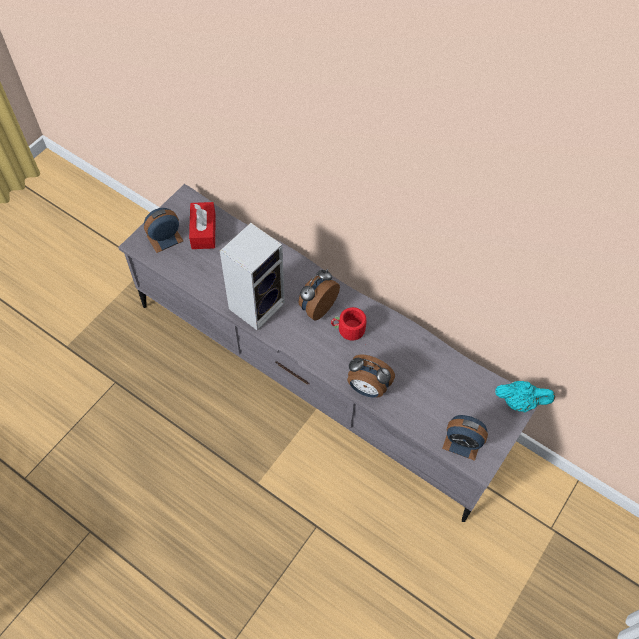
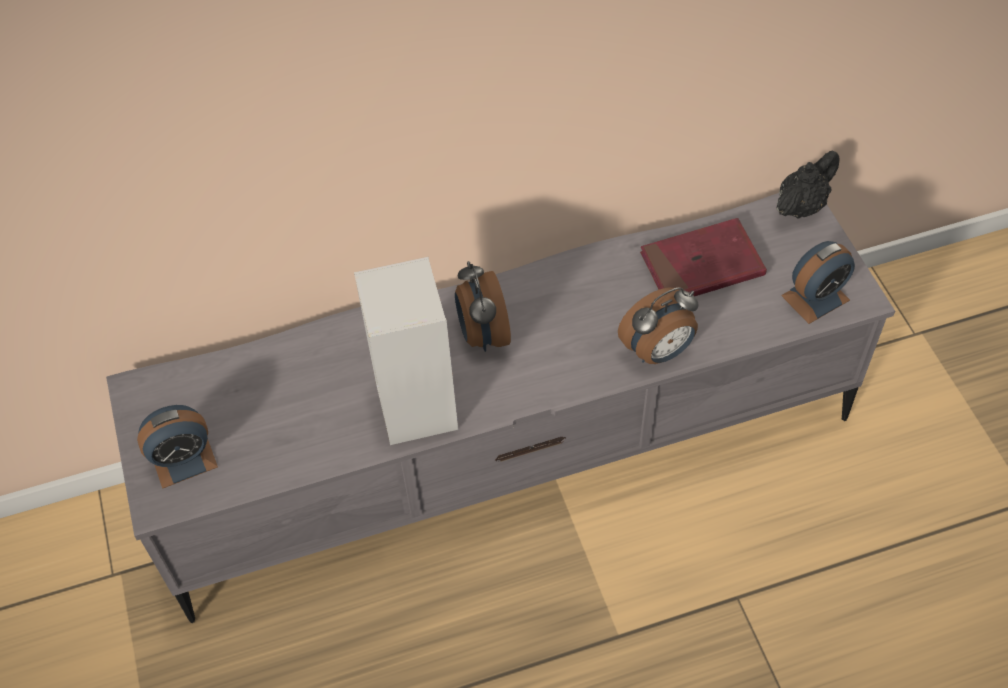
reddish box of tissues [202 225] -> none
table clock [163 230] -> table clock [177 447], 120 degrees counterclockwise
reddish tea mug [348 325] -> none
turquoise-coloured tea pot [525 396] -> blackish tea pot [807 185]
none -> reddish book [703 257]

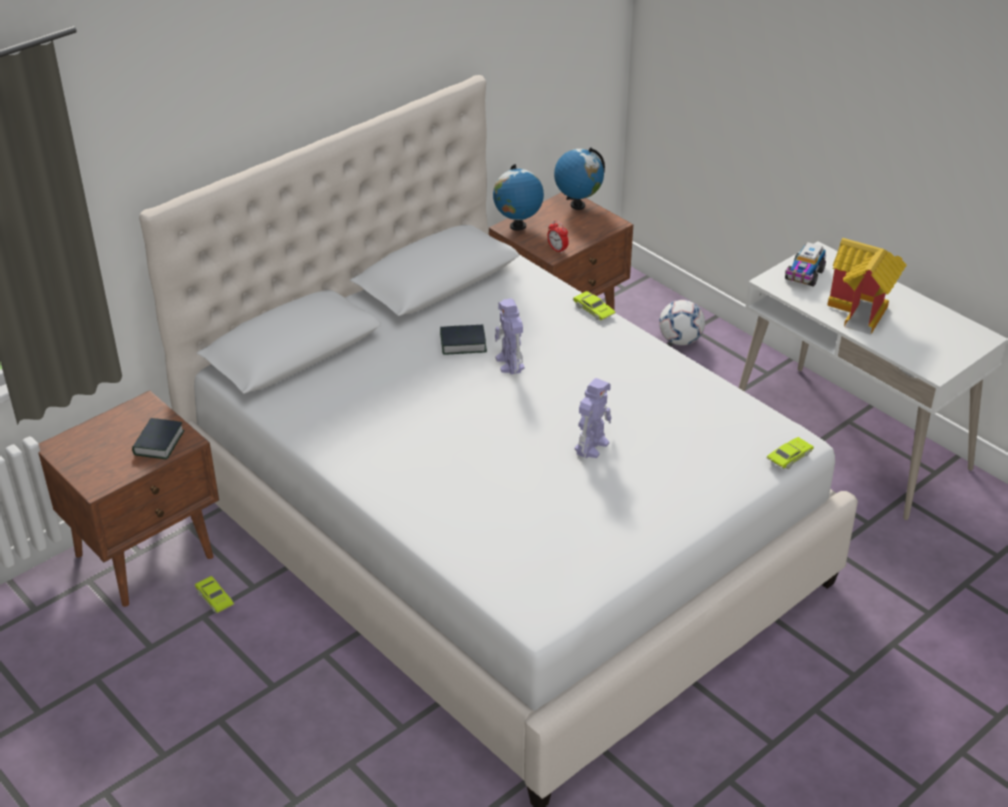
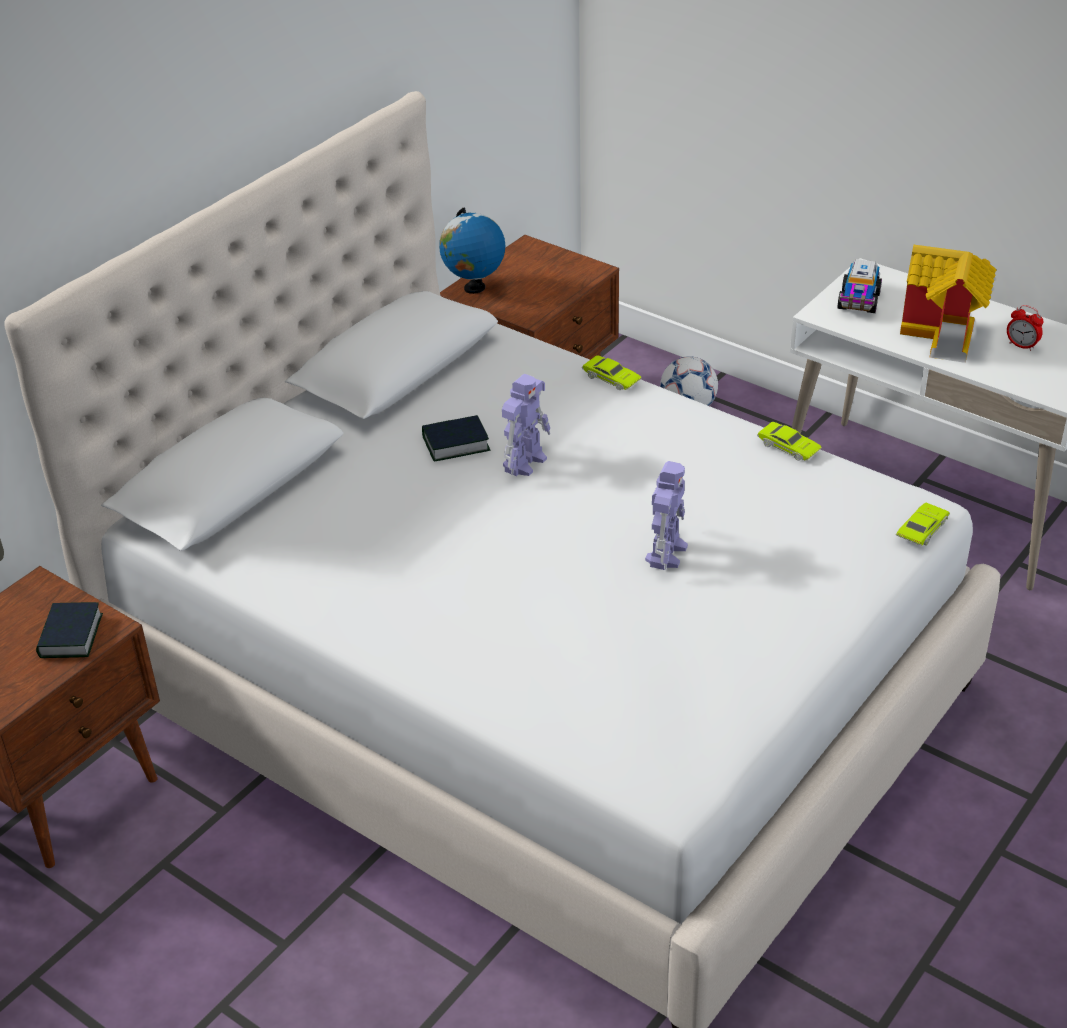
desk globe [579 178] -> none
table clock [558 237] -> table clock [1025 328], moved
toy robot [510 336] -> toy robot [526 425], 120 degrees counterclockwise
greenish model car [214 594] -> greenish model car [789 441], moved

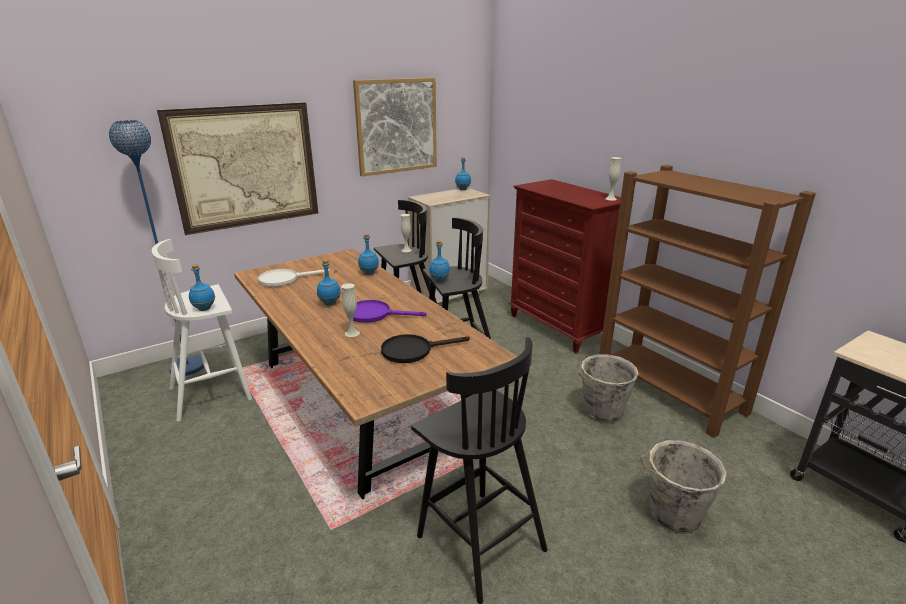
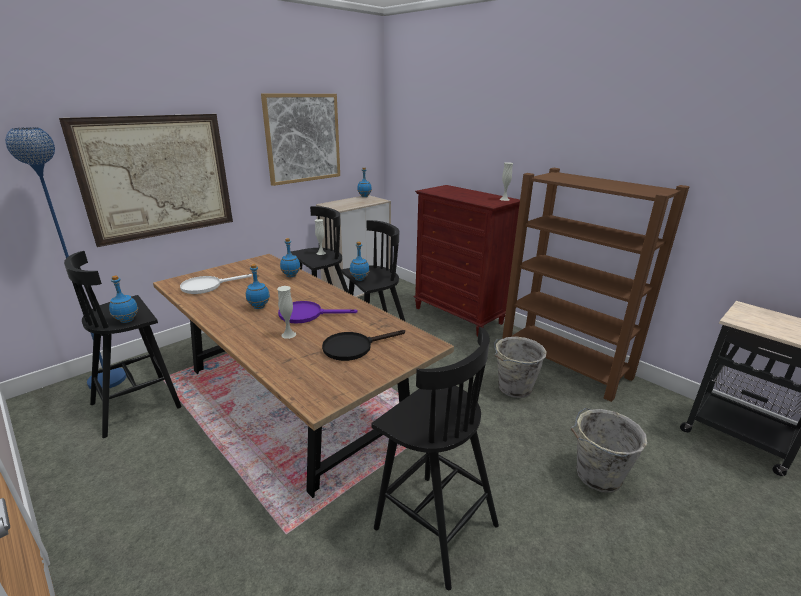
whitish sitting stool [202 330] -> blackish sitting stool [123 344]

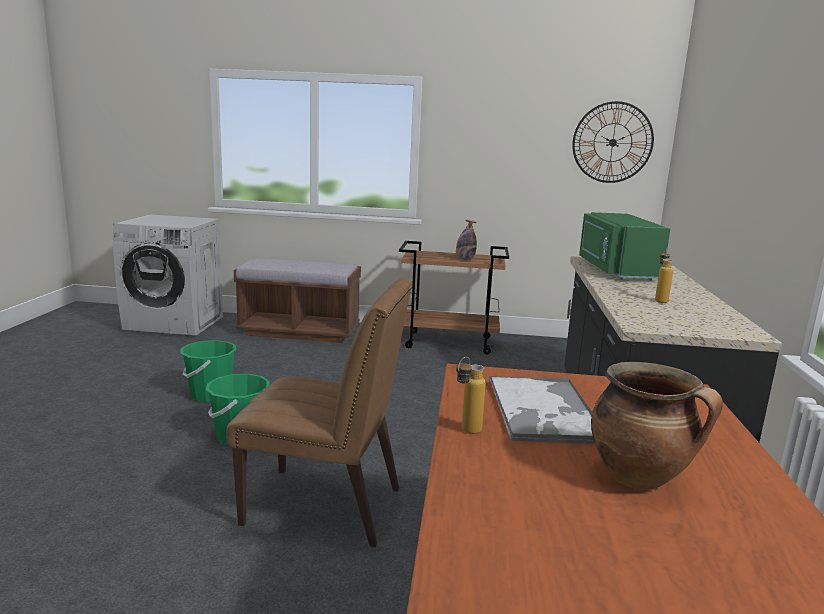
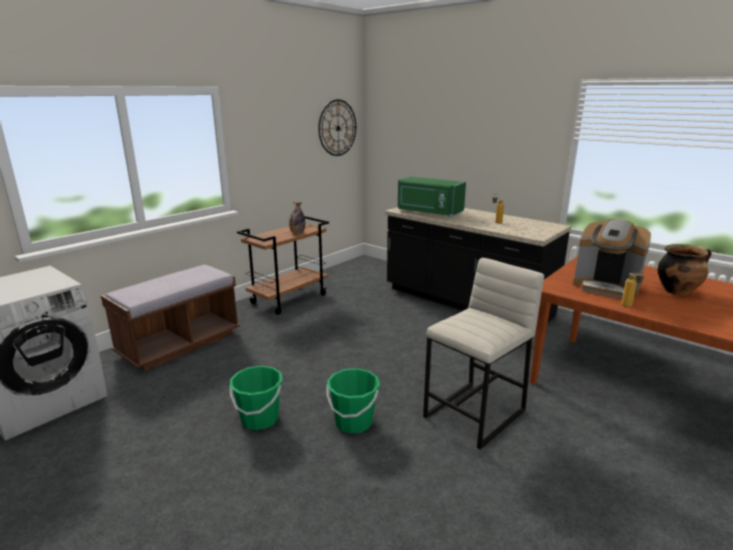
brown-coloured plain chair [319 412] -> beige sitting stool [483 353]
tray [542 410] -> coffee brewer [612 258]

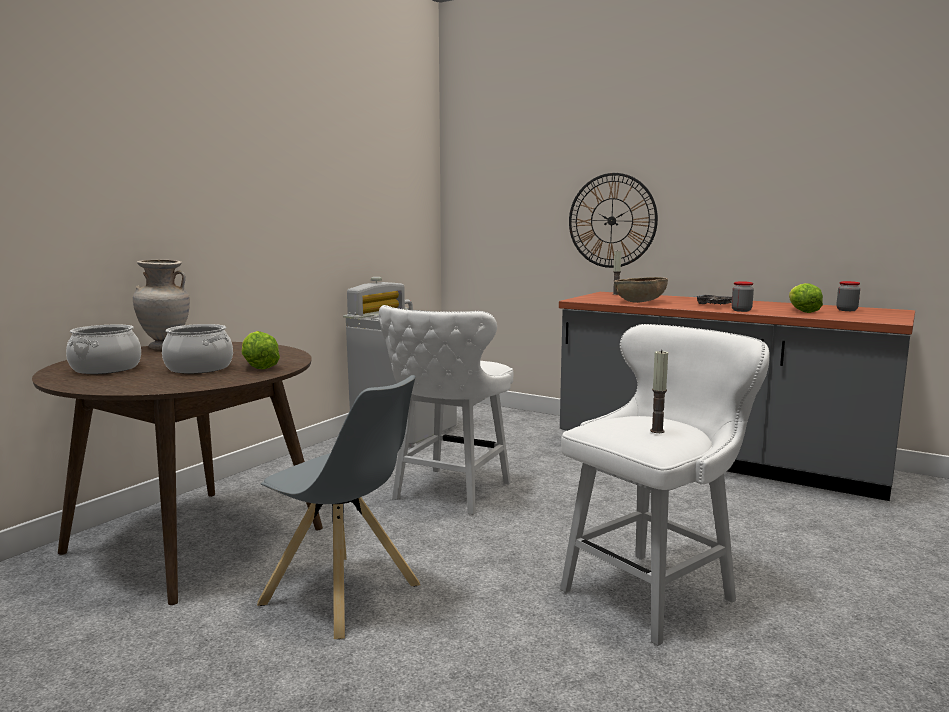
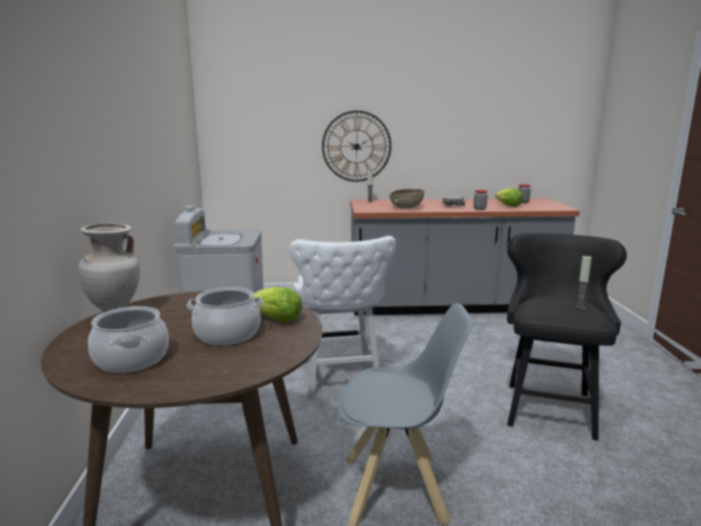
whitish sitting stool [665 485] -> blackish sitting stool [567 337]

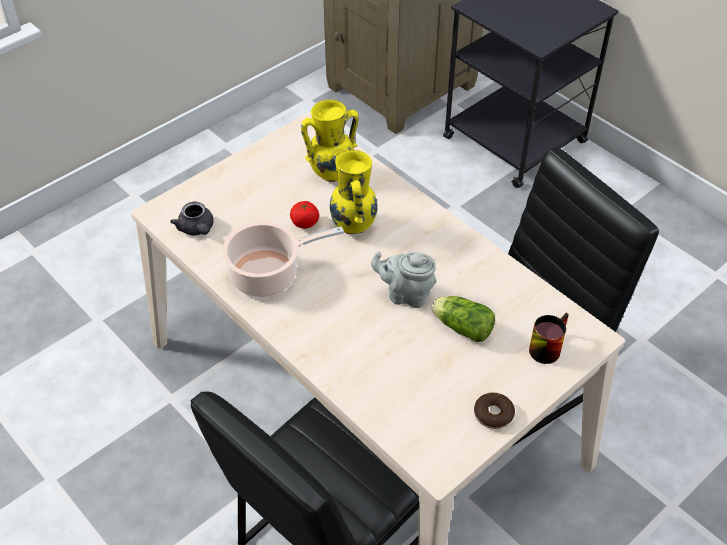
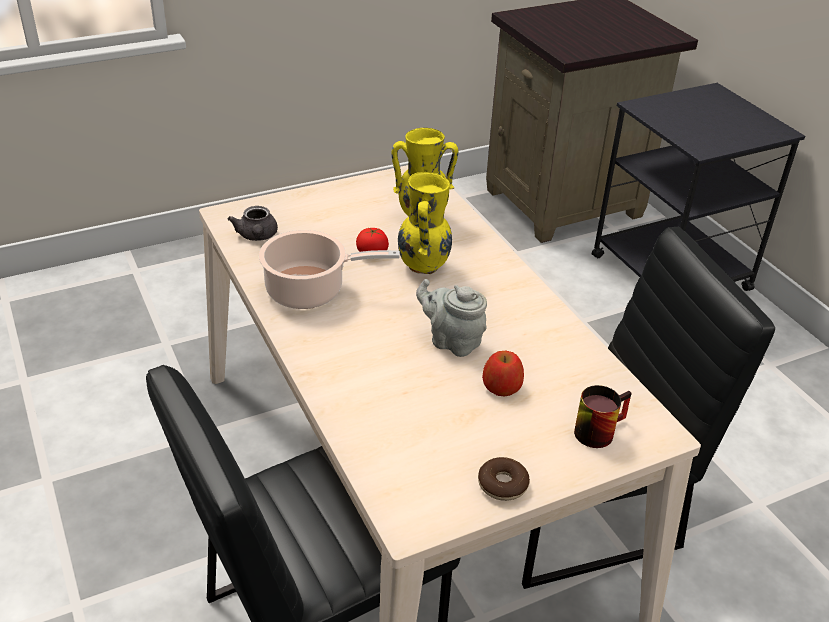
lettuce head [463 319] -> apple fruit [503 374]

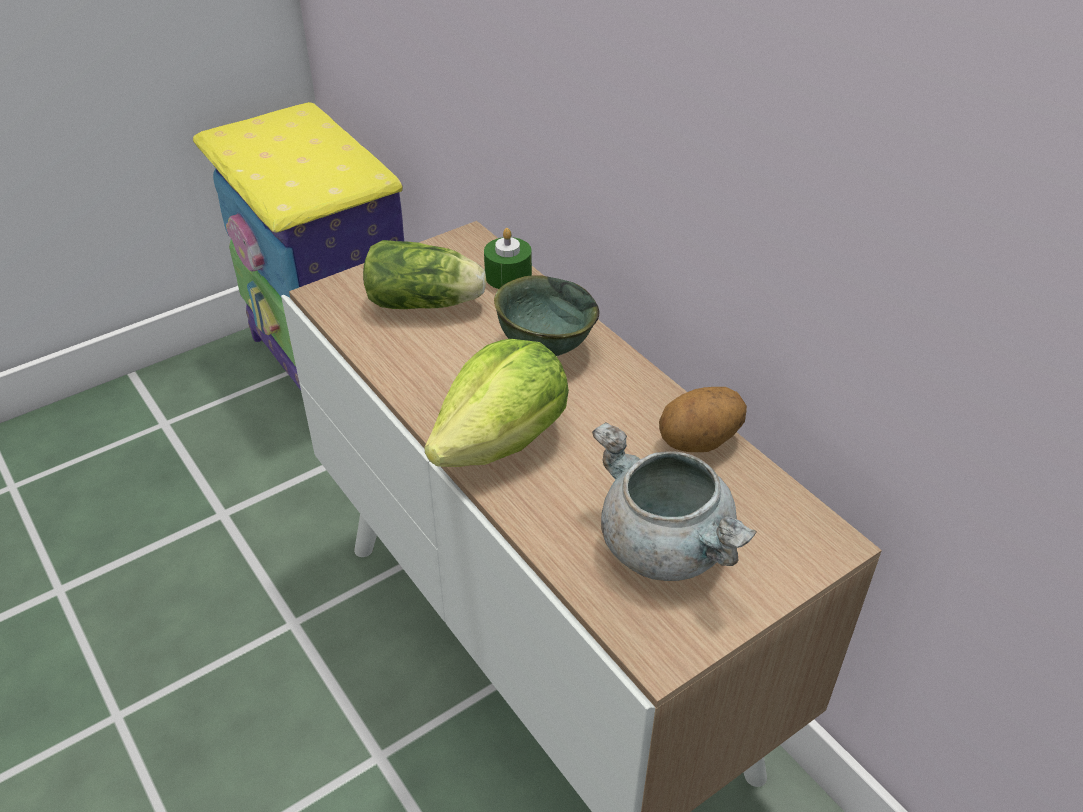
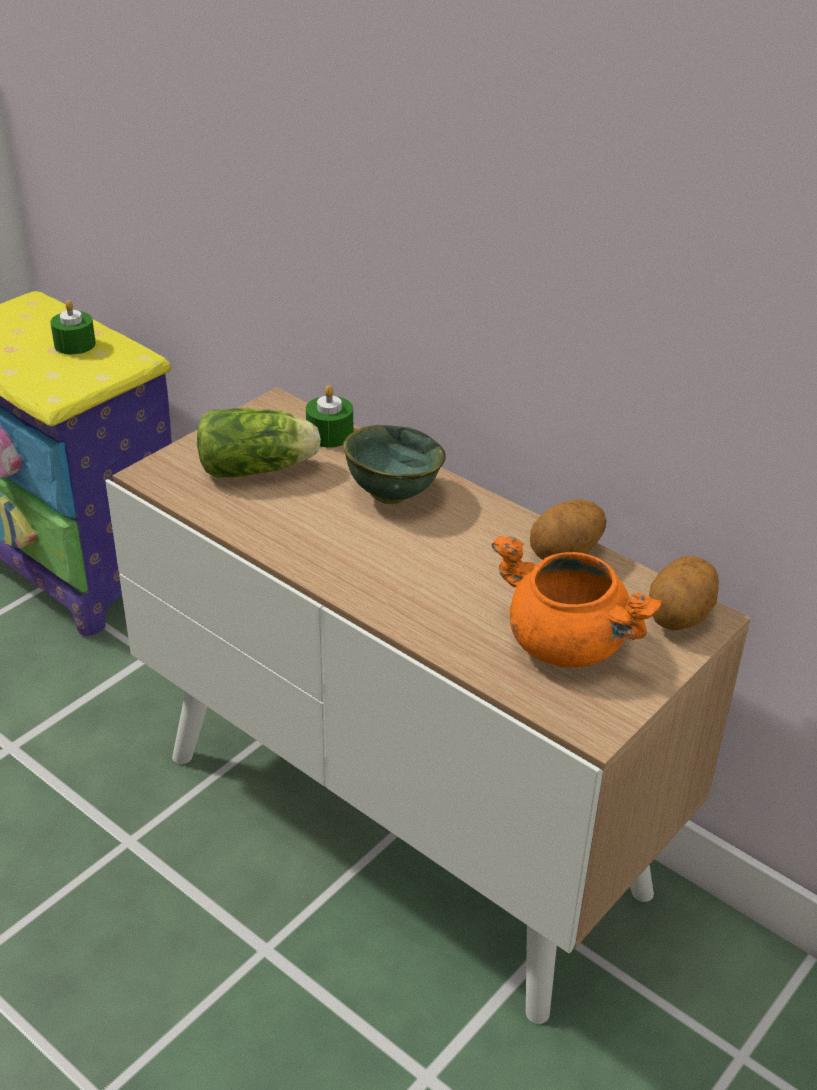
lettuce head [496 403] -> none
greyish saucepot [674 501] -> orangey saucepot [577 602]
none -> greenish wax light [73 327]
none -> whole potato [684 593]

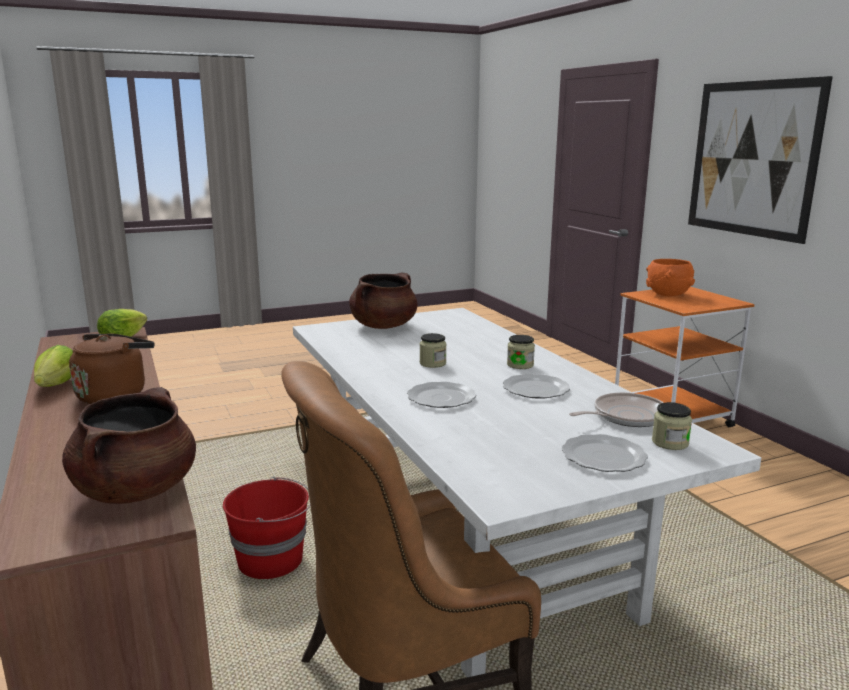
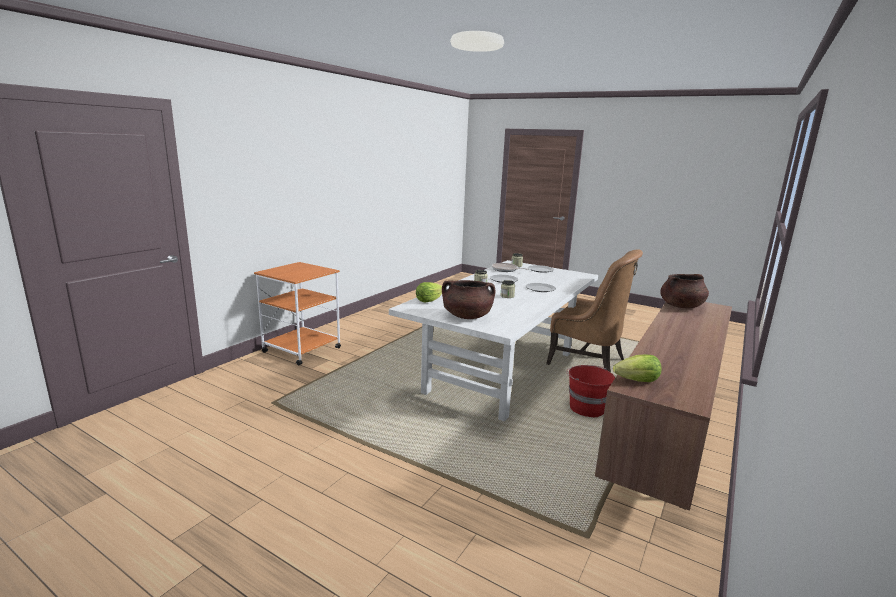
picture [760 160] -> none
orangey deep dish [670 278] -> none
brown-coloured water kettle [112 369] -> none
lettuce head [53 366] -> lettuce head [429 292], moved

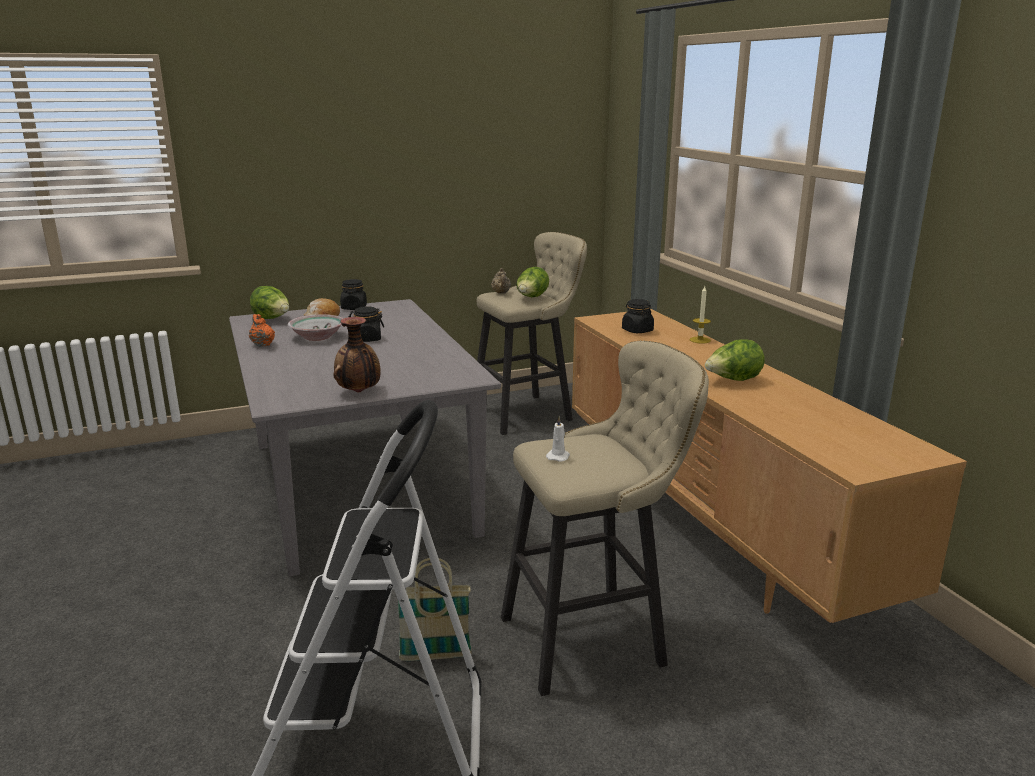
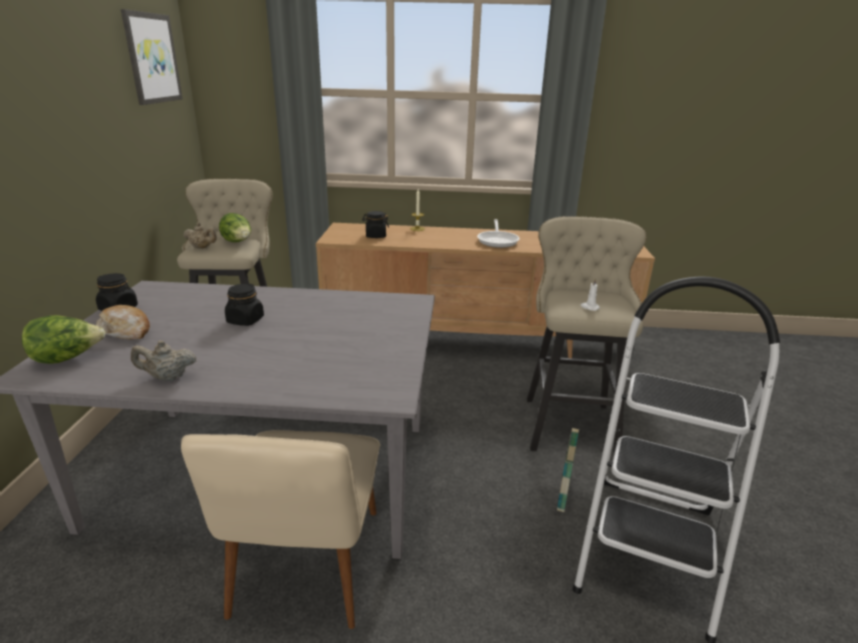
orangey tea pot [262 330] -> beige tea pot [163 360]
deep dish [315 327] -> none
decorative vase [357 354] -> none
lettuce head [735 360] -> pan [498 233]
none -> picture [152 57]
none -> beige plain chair [280 529]

